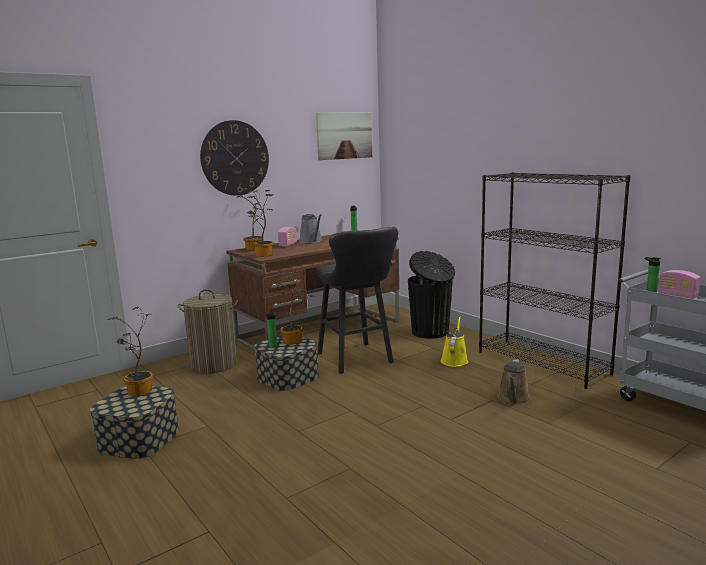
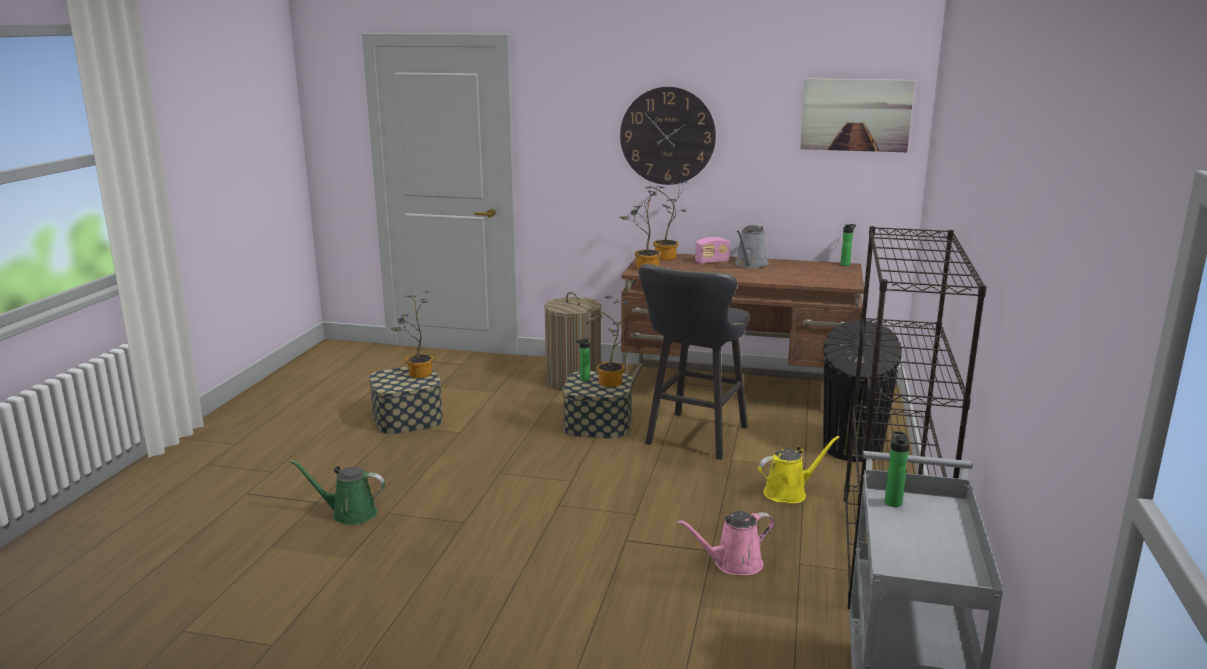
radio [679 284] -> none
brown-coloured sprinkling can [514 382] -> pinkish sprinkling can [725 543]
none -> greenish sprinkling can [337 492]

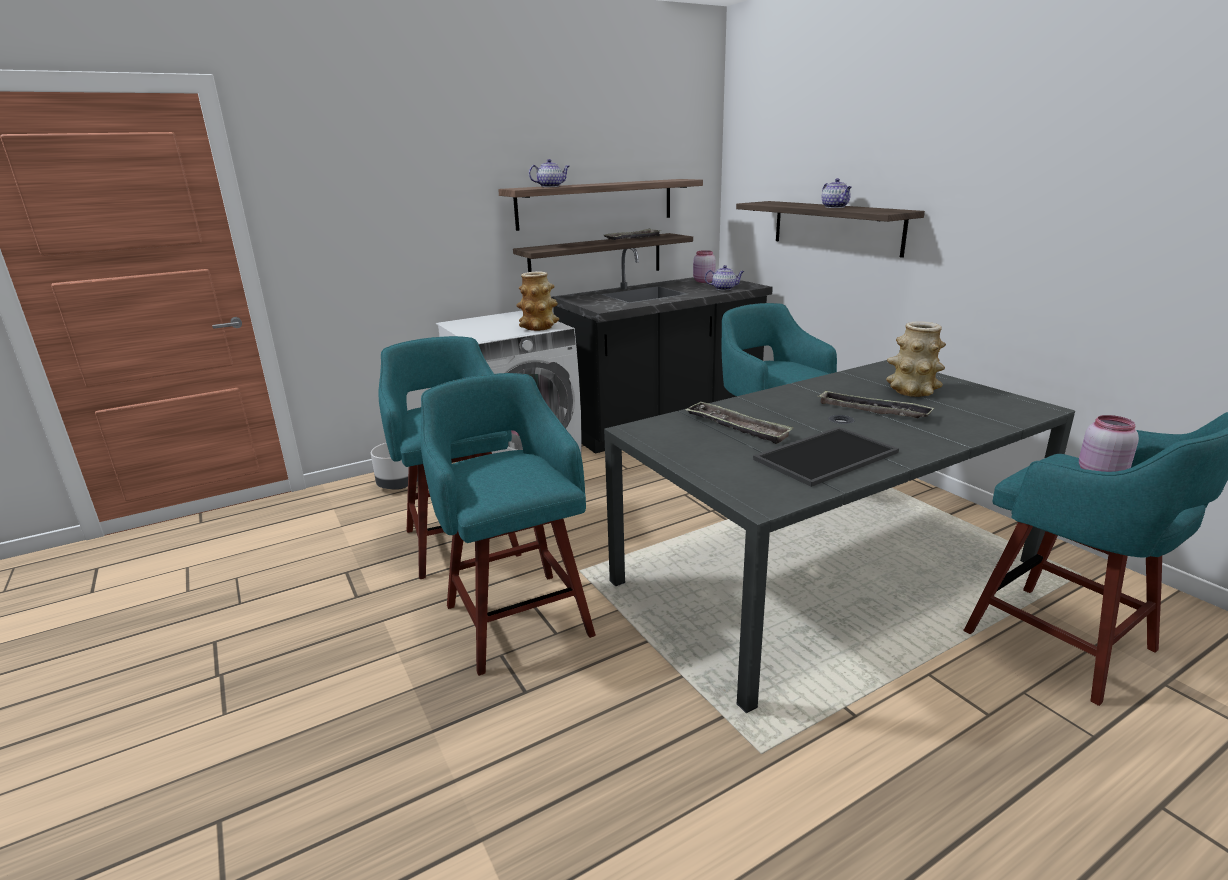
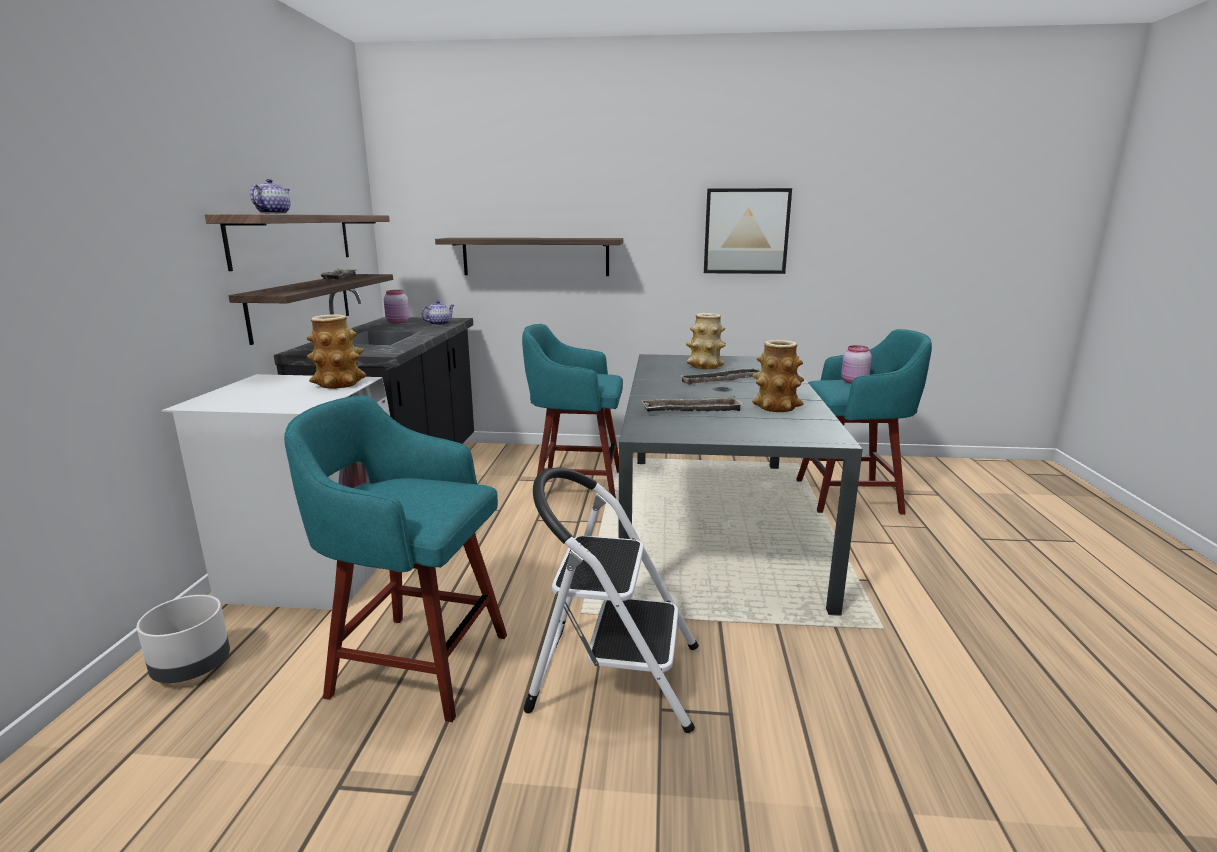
tea pot [837 193] -> none
turquoise-coloured sitting stool [508 524] -> step stool [611 600]
tray [826 457] -> decorative vase [778 376]
none -> picture [748 231]

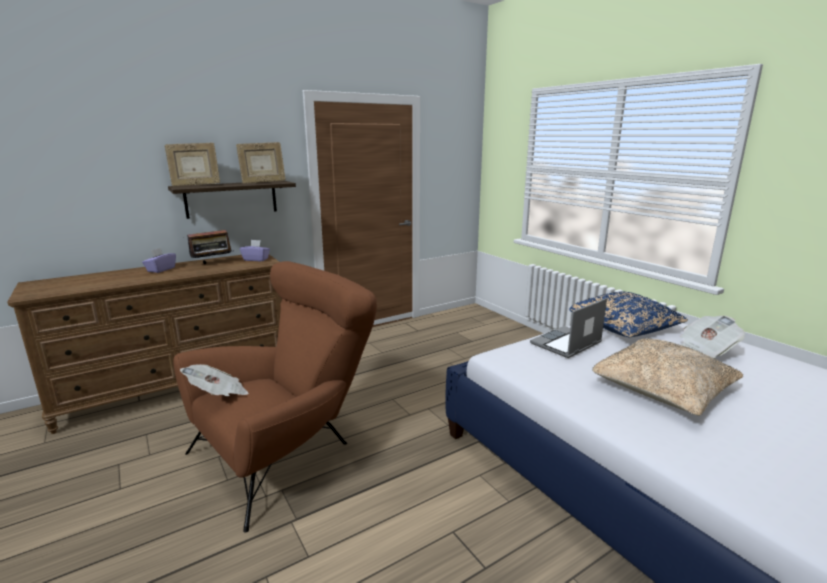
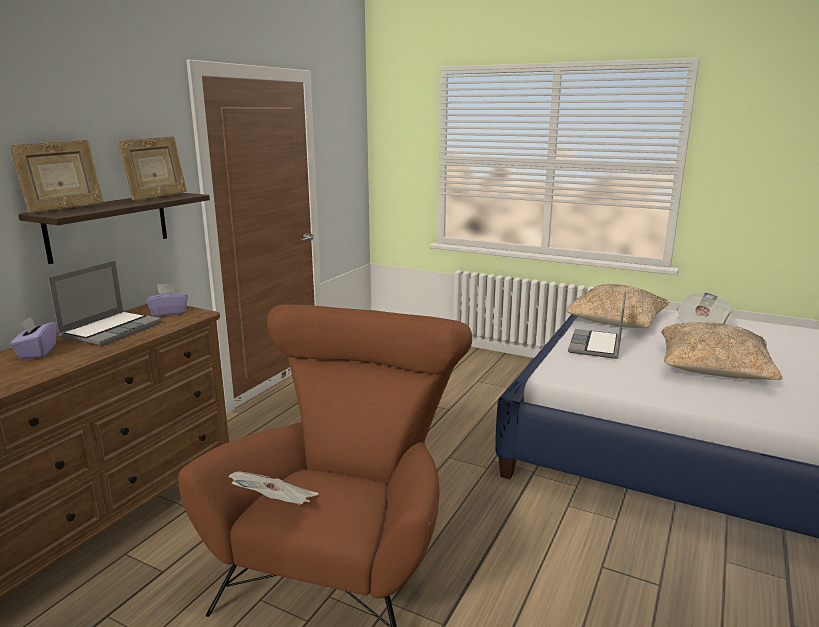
radio [210 244] -> laptop [105 303]
blue cushion [628 314] -> beige cushion [618 306]

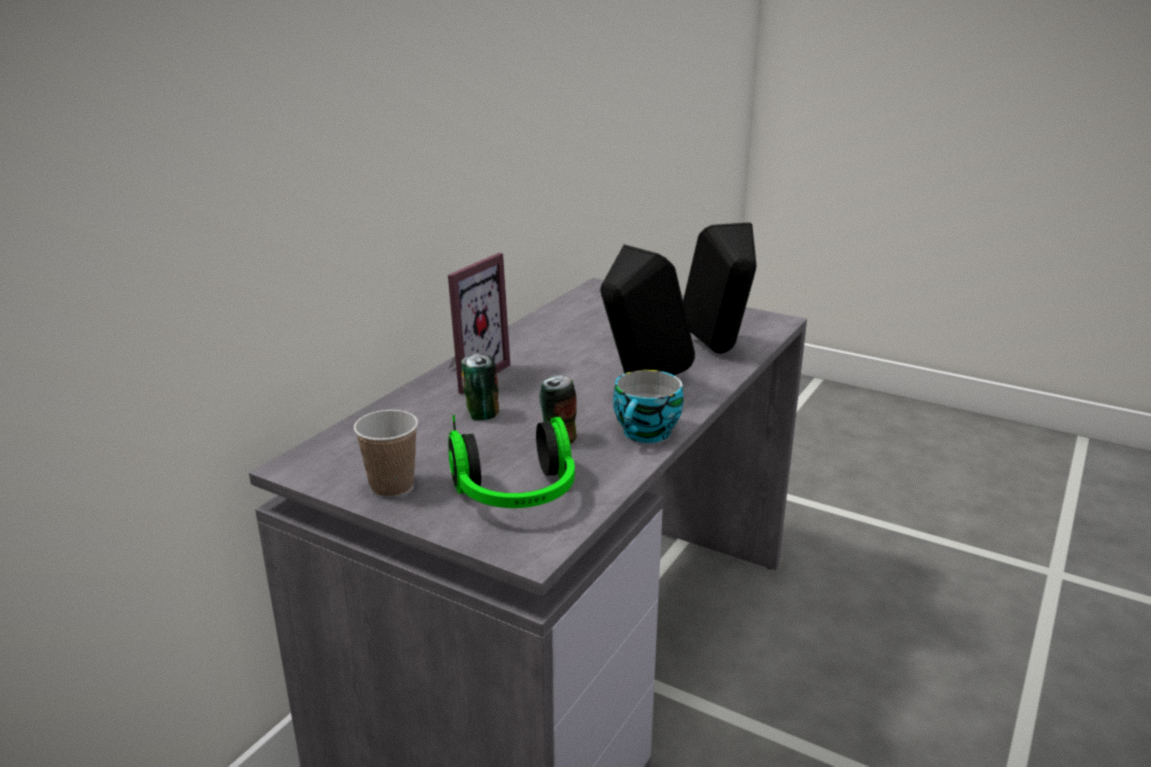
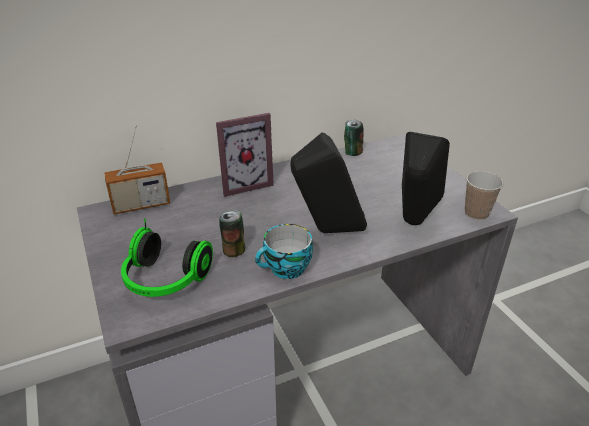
metal can [480 387] -> metal can [354 138], moved
drinking cup [386 454] -> drinking cup [484 195], moved
none -> radio [137 169]

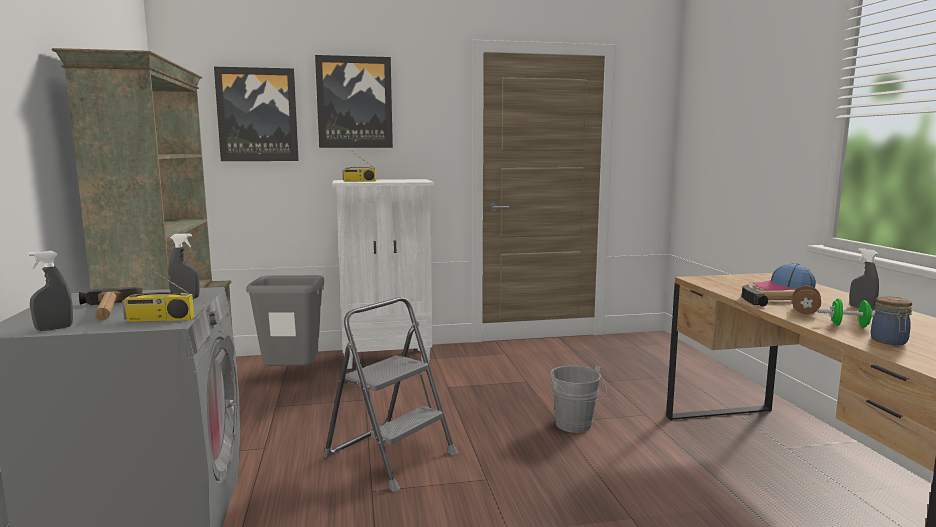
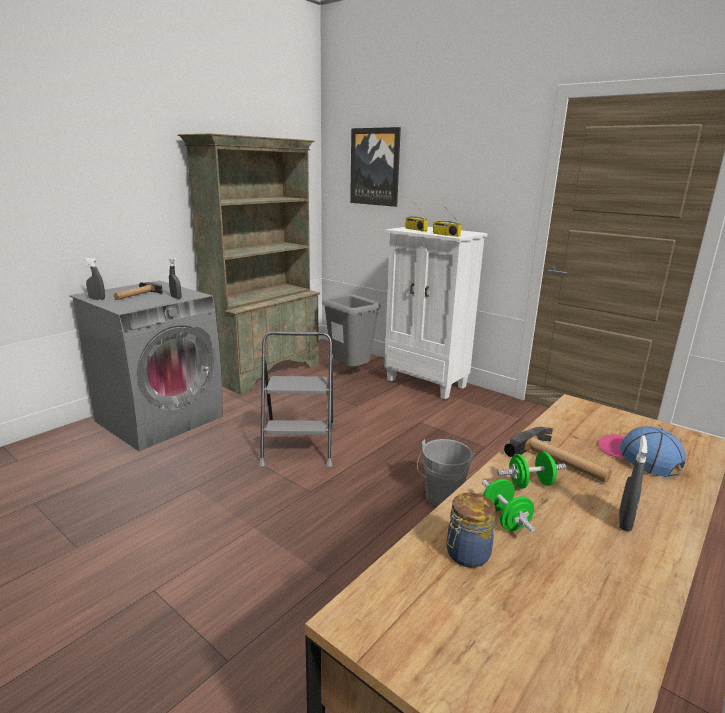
picture [354 101] -> none
radio [158 290] -> radio [447 220], moved
brown-coloured dumbbell [806 300] -> greenish dumbbell [531 470]

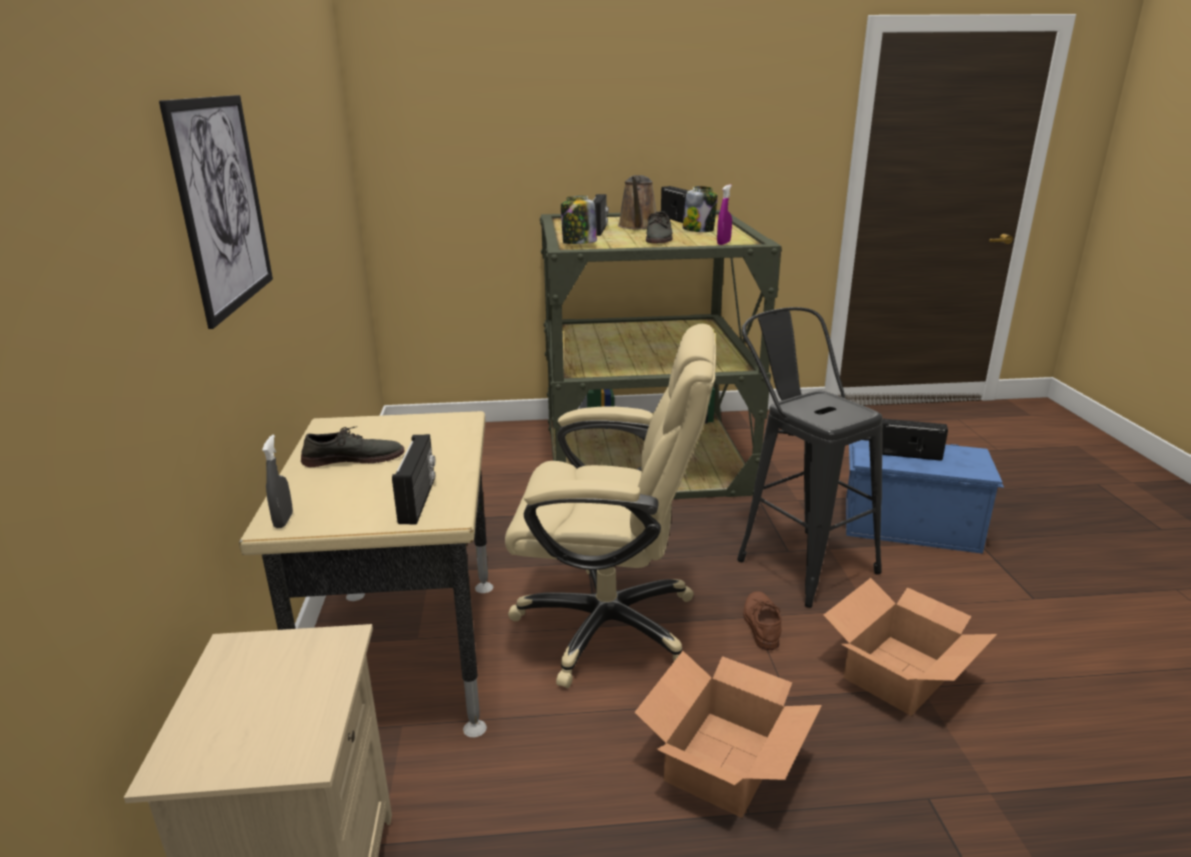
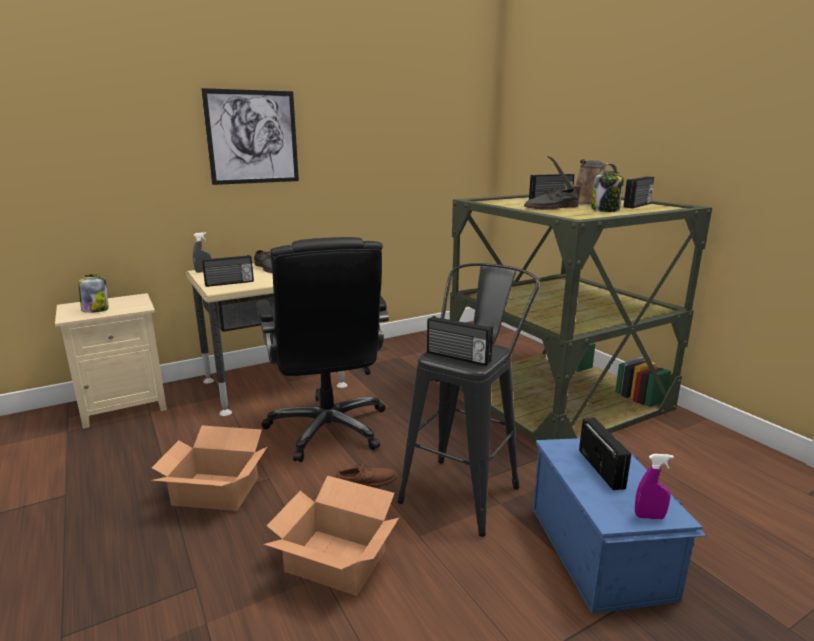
purple-coloured hand sprayer [724 215] -> purple-coloured hand sprayer [654 486], moved
jar [579 220] -> jar [93 293], moved
beige desk chair [610 506] -> blackish desk chair [322 349]
none -> radio [460 341]

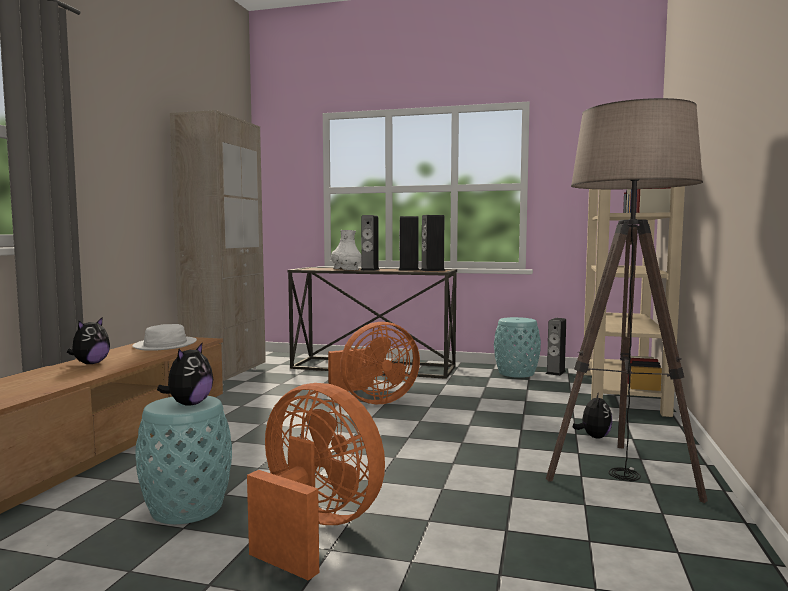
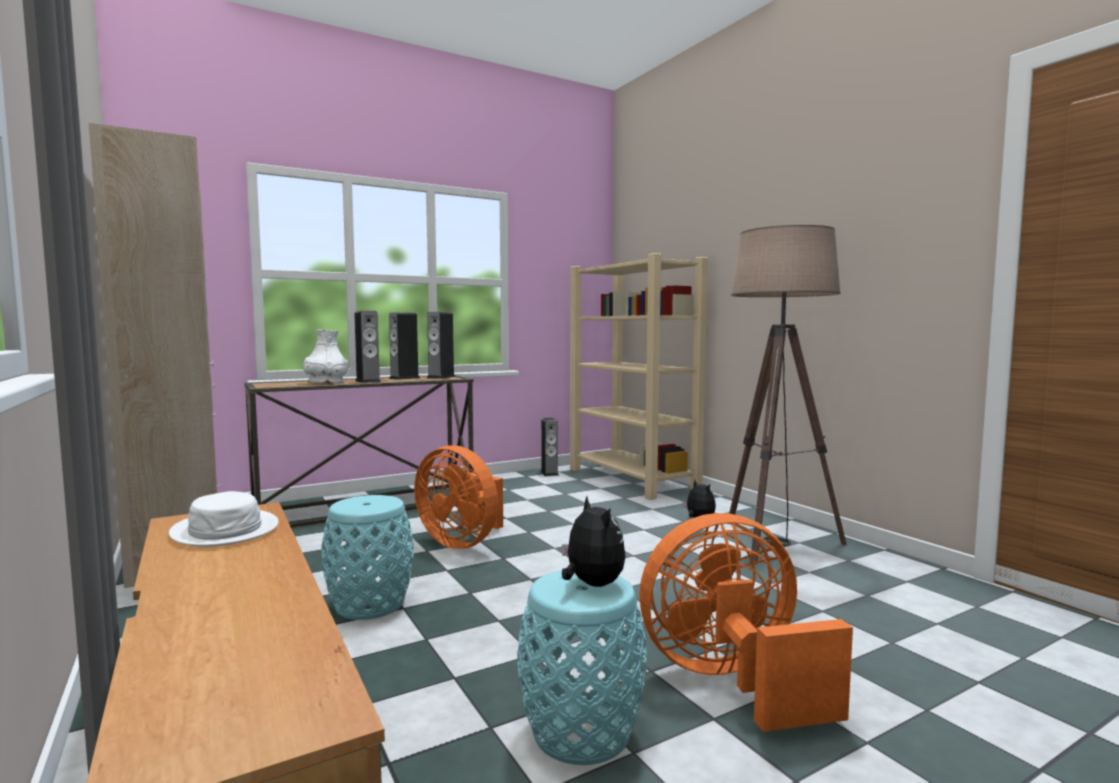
soft toy [88 340] -> none
turquoise-coloured sitting stool [517 347] -> turquoise-coloured sitting stool [367 557], moved
orangey cooling fan [374 363] -> orangey cooling fan [458 497], 105 degrees clockwise

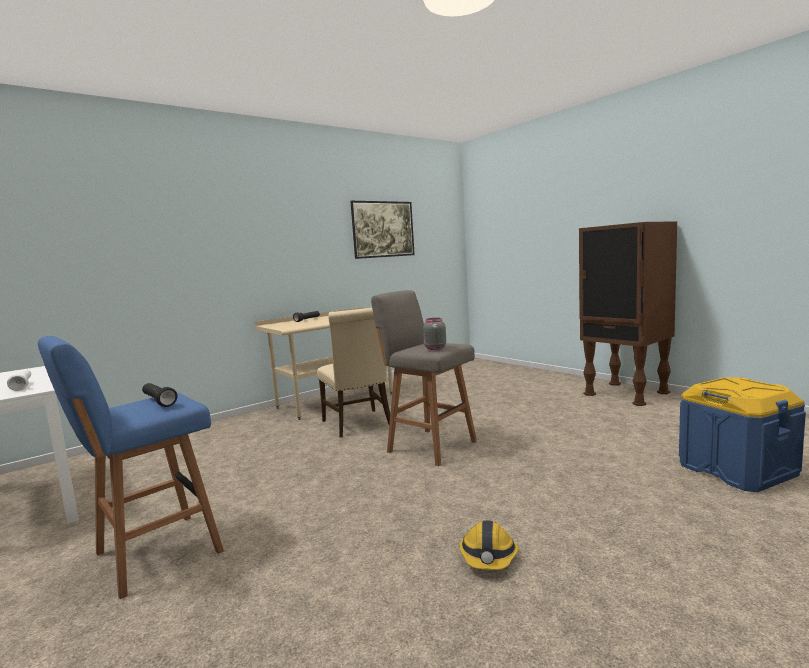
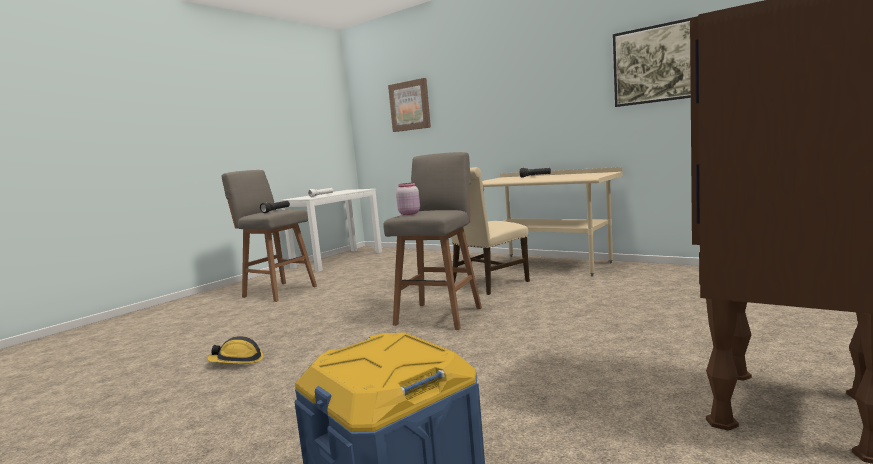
greyish jar [434 334] -> pinkish jar [408 199]
blue sitting stool [131 467] -> greyish sitting stool [269 236]
none -> picture [409 105]

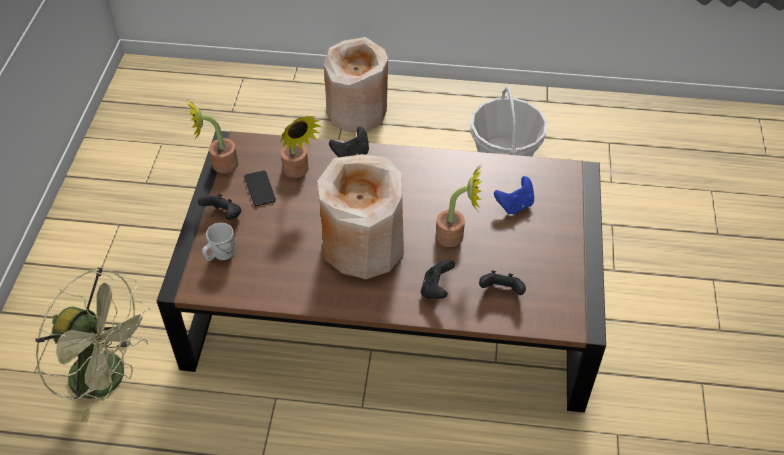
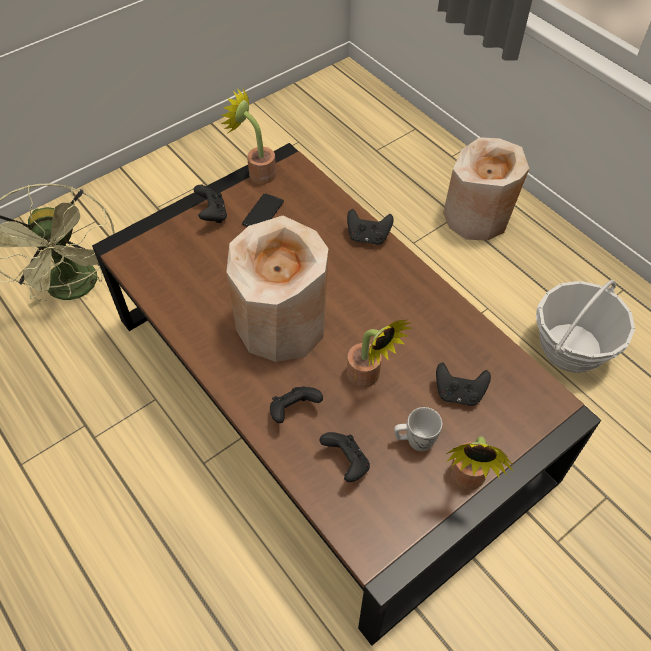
houseplant [301 147] -> houseplant [480 463], moved
blue gamepad [514 195] -> blackish gamepad [463 384]
whitish tea mug [218 242] -> whitish tea mug [418 429], moved

